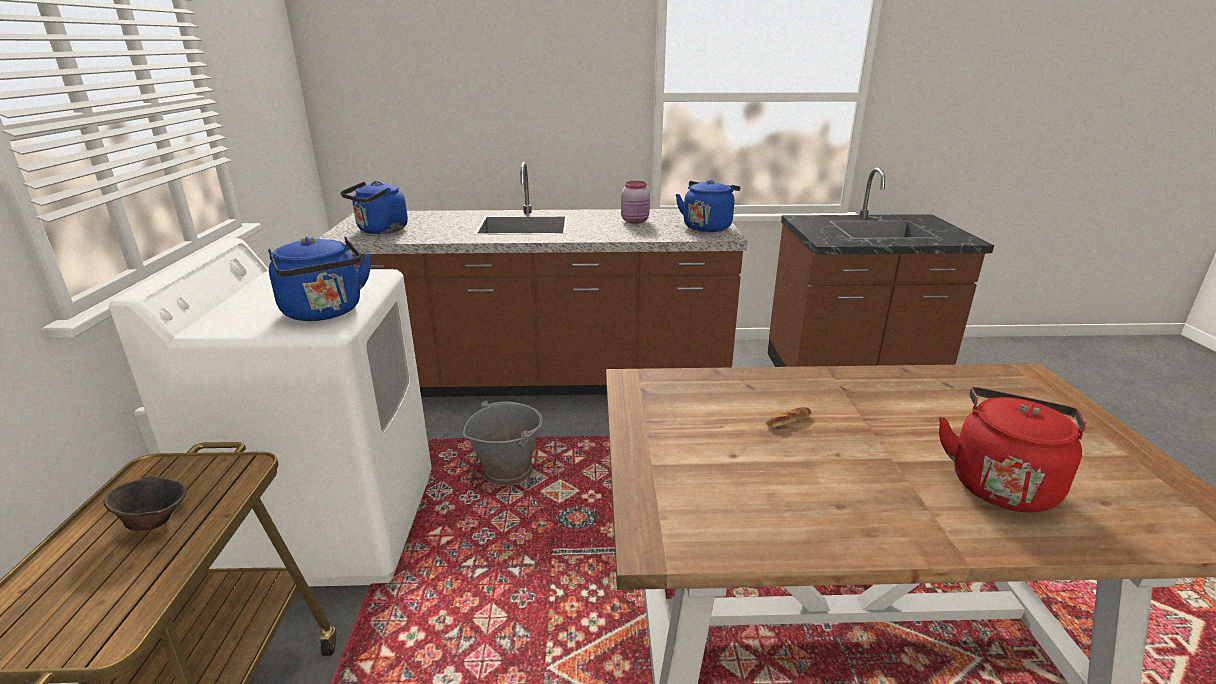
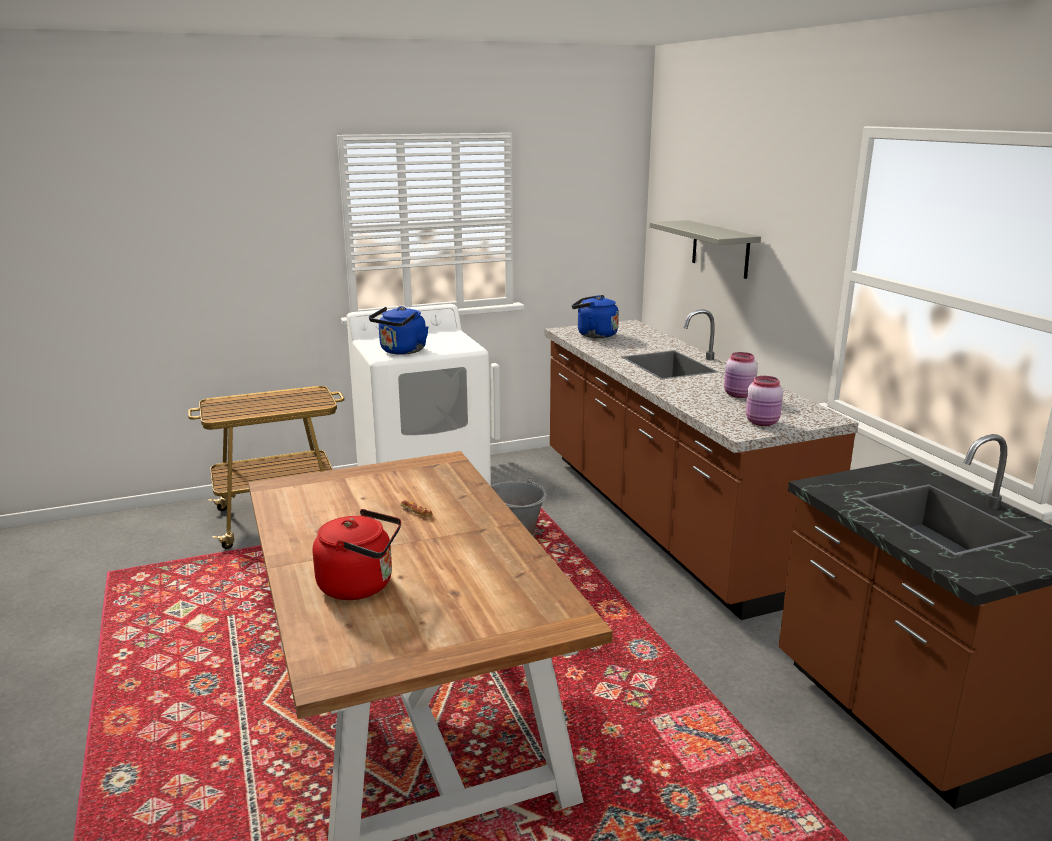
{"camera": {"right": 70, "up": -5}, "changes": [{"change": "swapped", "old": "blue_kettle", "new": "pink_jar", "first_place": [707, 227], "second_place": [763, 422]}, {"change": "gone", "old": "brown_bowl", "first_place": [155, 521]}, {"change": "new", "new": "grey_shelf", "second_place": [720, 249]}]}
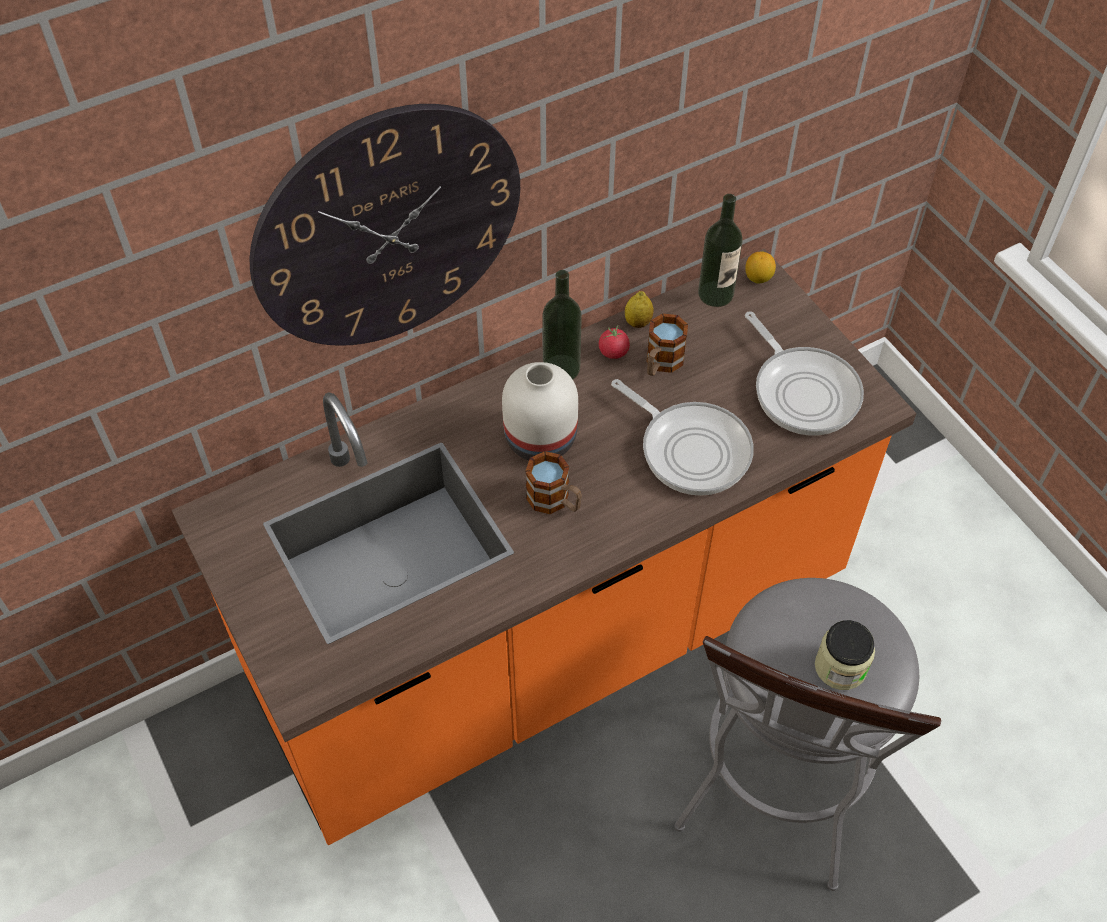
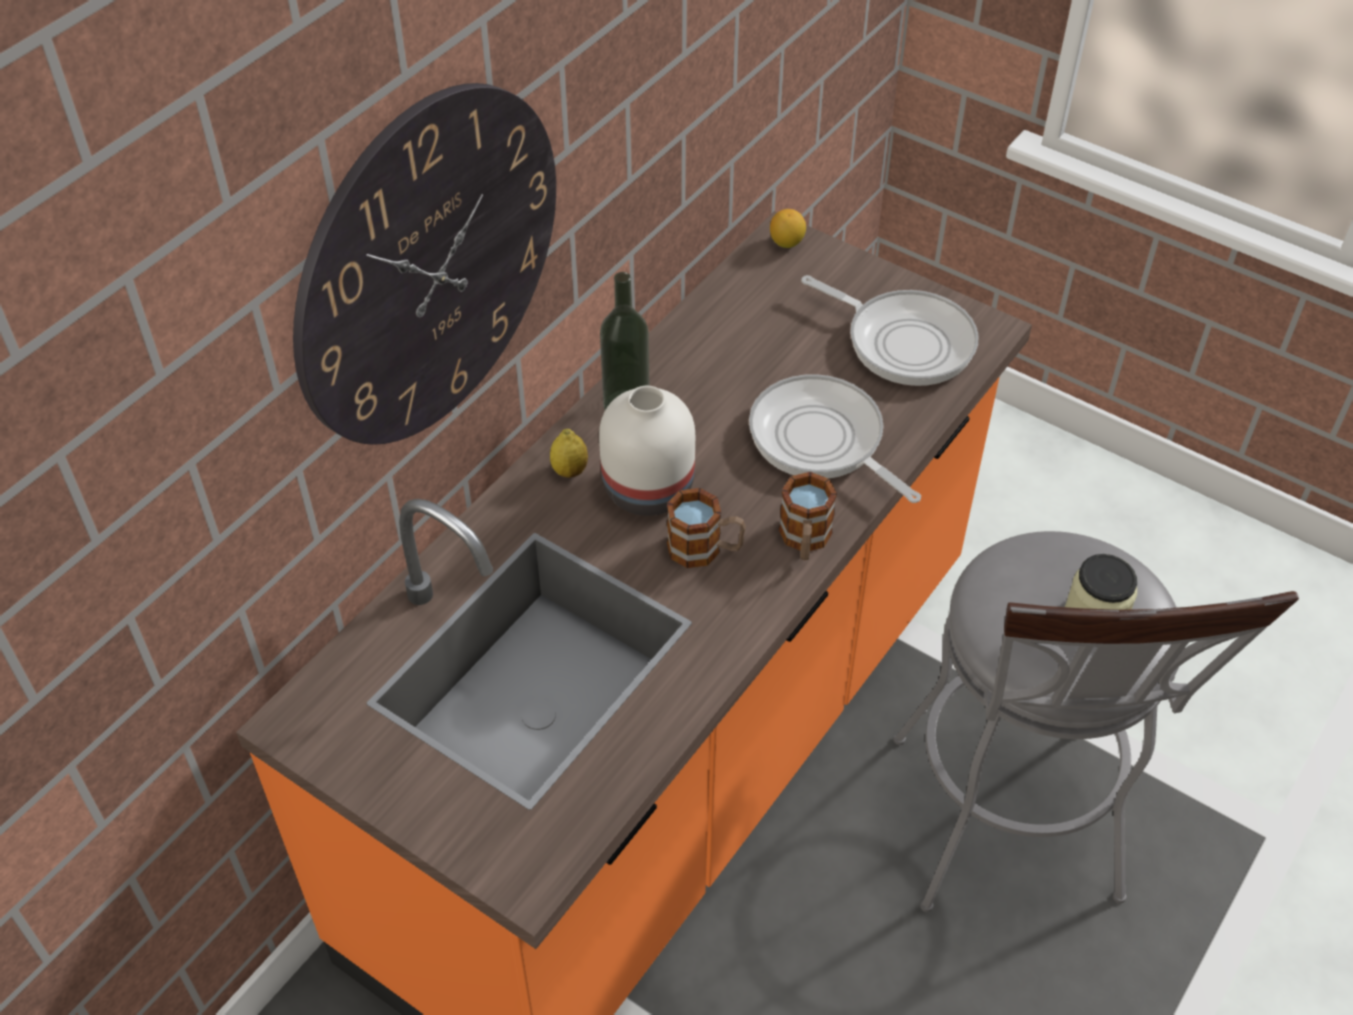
{"camera": {"right": -25, "up": -5}, "changes": [{"change": "gone", "old": "bottle", "first_place": [715, 294]}, {"change": "shifted", "old": "lemon", "first_place": [638, 322], "second_place": [570, 470]}, {"change": "shifted", "old": "mug", "first_place": [661, 363], "second_place": [805, 540]}, {"change": "gone", "old": "tomato", "first_place": [613, 352]}, {"change": "rotated", "old": "frying_pan", "first_place": [690, 449], "second_place": [821, 441], "degrees": -150}]}
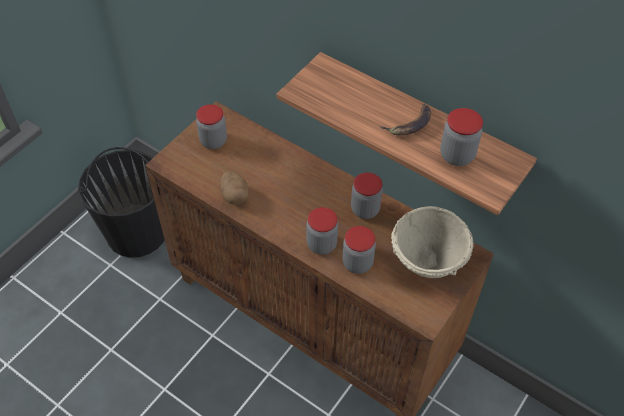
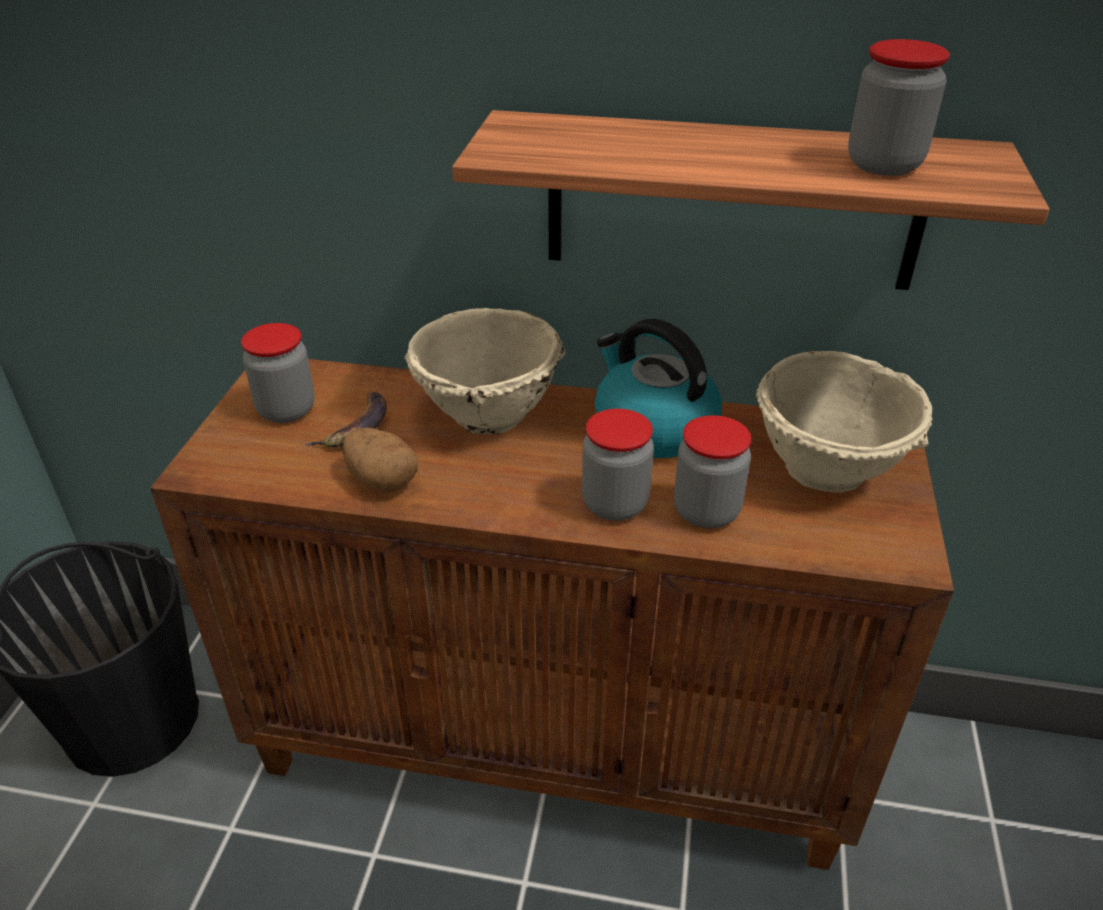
{"camera": {"right": -25, "up": -15}, "changes": [{"change": "shifted", "old": "banana", "first_place": [410, 124], "second_place": [356, 427]}, {"change": "swapped", "old": "jar", "new": "kettle", "first_place": [365, 209], "second_place": [653, 427]}, {"change": "new", "new": "beige_bowl", "second_place": [487, 415]}]}
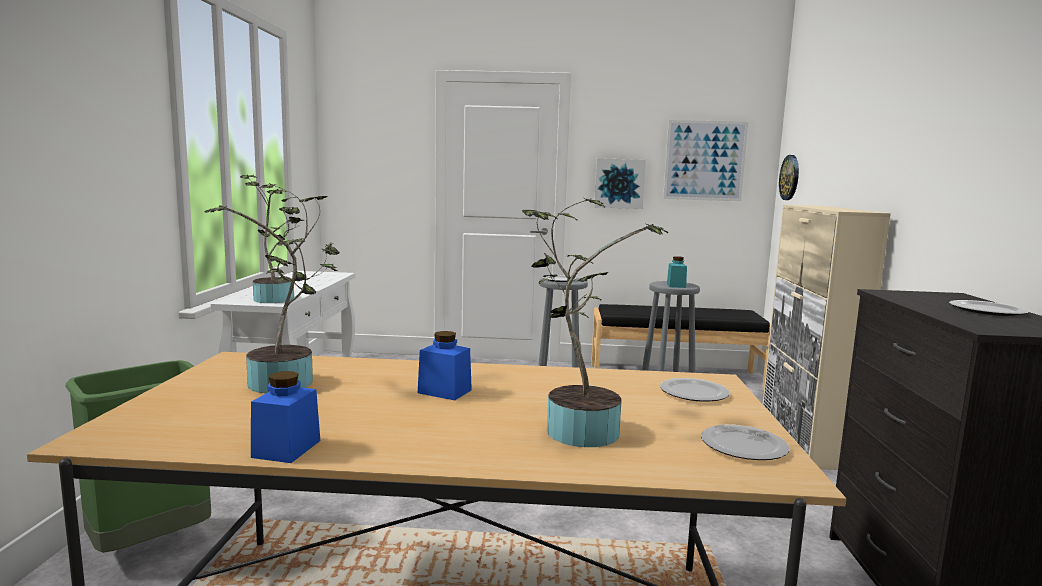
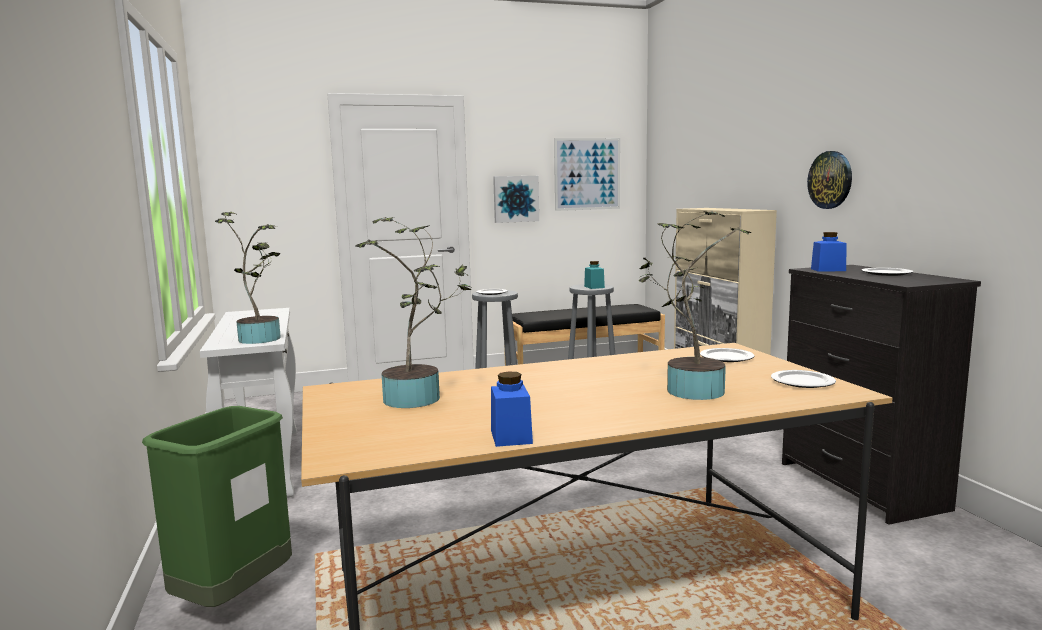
{"camera": {"right": -20, "up": 0}, "changes": [{"change": "shifted", "old": "wall_clock", "first_place": [790, 177], "second_place": [830, 180]}, {"change": "shifted", "old": "blue_jar", "first_place": [444, 391], "second_place": [828, 270]}]}
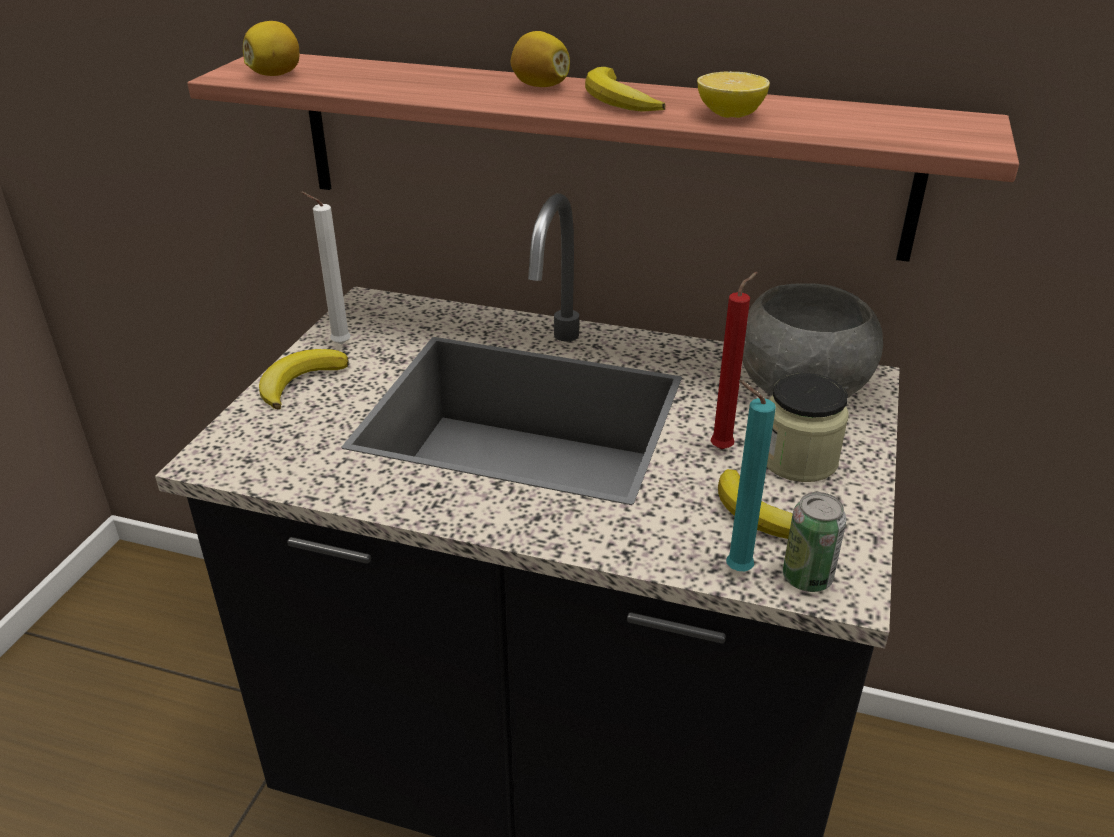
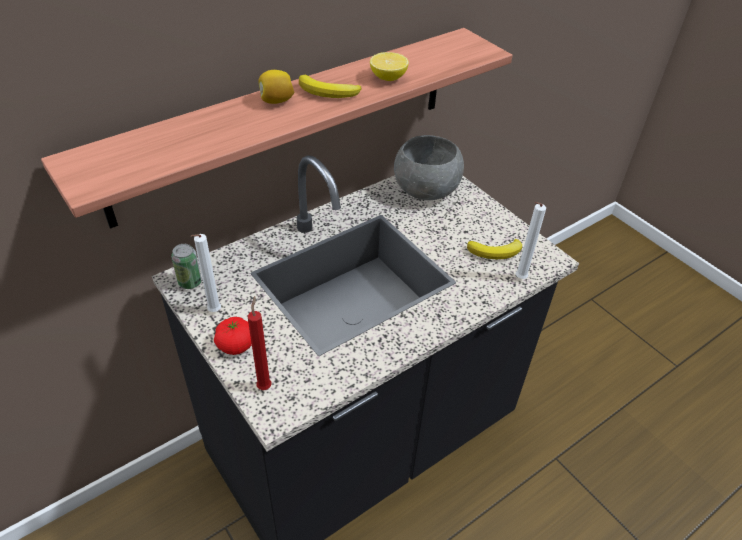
{"camera": {"right": -55, "up": 10}, "changes": [{"change": "gone", "old": "lemon", "first_place": [275, 74]}, {"change": "shifted", "old": "red_candle", "first_place": [724, 448], "second_place": [265, 385]}, {"change": "swapped", "old": "banana", "new": "tomato", "first_place": [300, 382], "second_place": [236, 345]}, {"change": "gone", "old": "jar", "first_place": [798, 460]}, {"change": "repainted", "old": "turquoise_candle", "new": "white_candle", "first_place": [734, 569], "second_place": [519, 279]}, {"change": "shifted", "old": "can", "first_place": [807, 578], "second_place": [190, 282]}]}
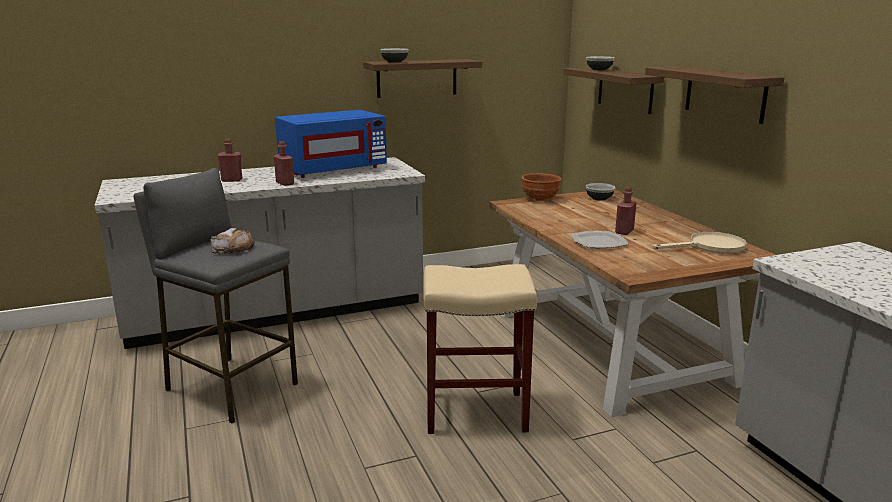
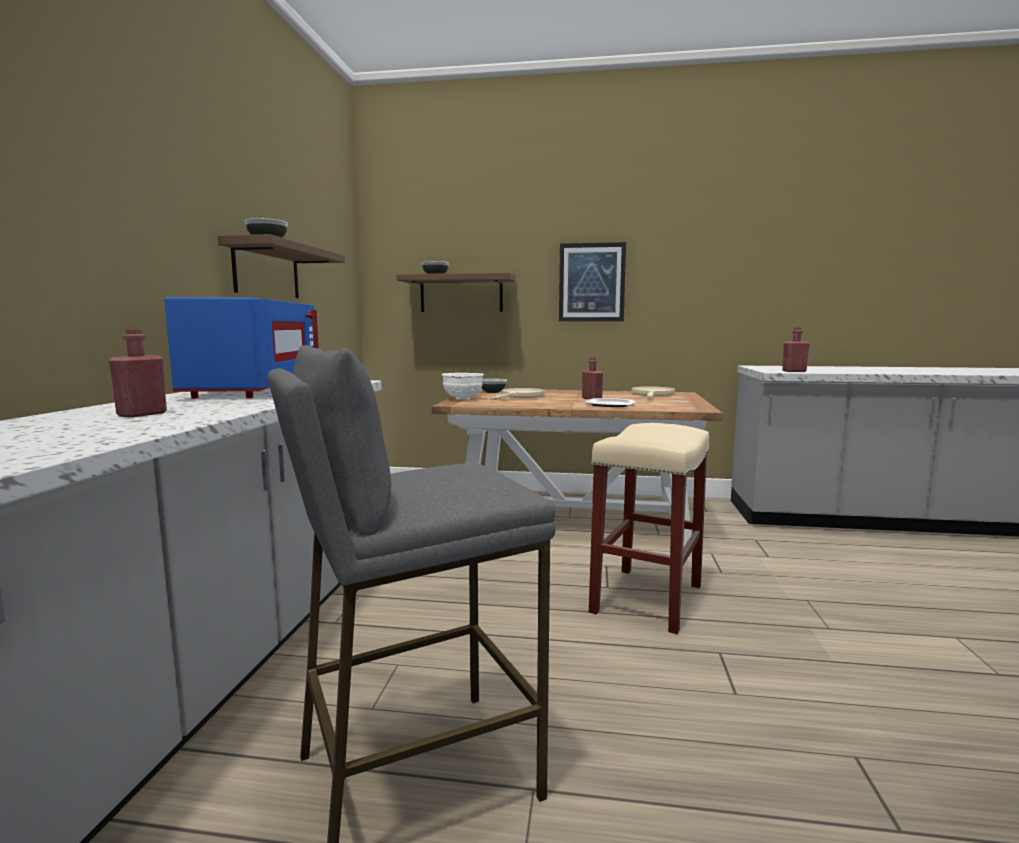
{"camera": {"right": -60, "up": -10}, "changes": [{"change": "swapped", "old": "shelf", "new": "picture", "first_place": [725, 93], "second_place": [591, 282]}, {"change": "shifted", "old": "red_bottle", "first_place": [285, 183], "second_place": [794, 371]}, {"change": "repainted", "old": "brown_bowl", "new": "white_bowl", "first_place": [540, 200], "second_place": [463, 399]}, {"change": "gone", "old": "bread", "first_place": [233, 248]}, {"change": "new", "new": "beige_frying_pan", "second_place": [519, 397]}]}
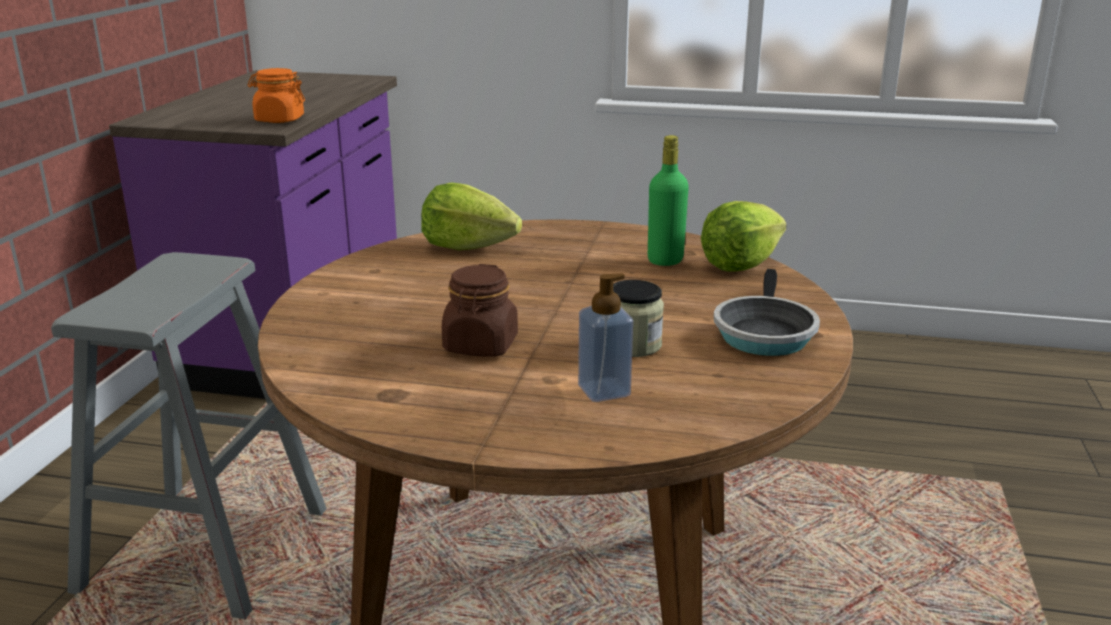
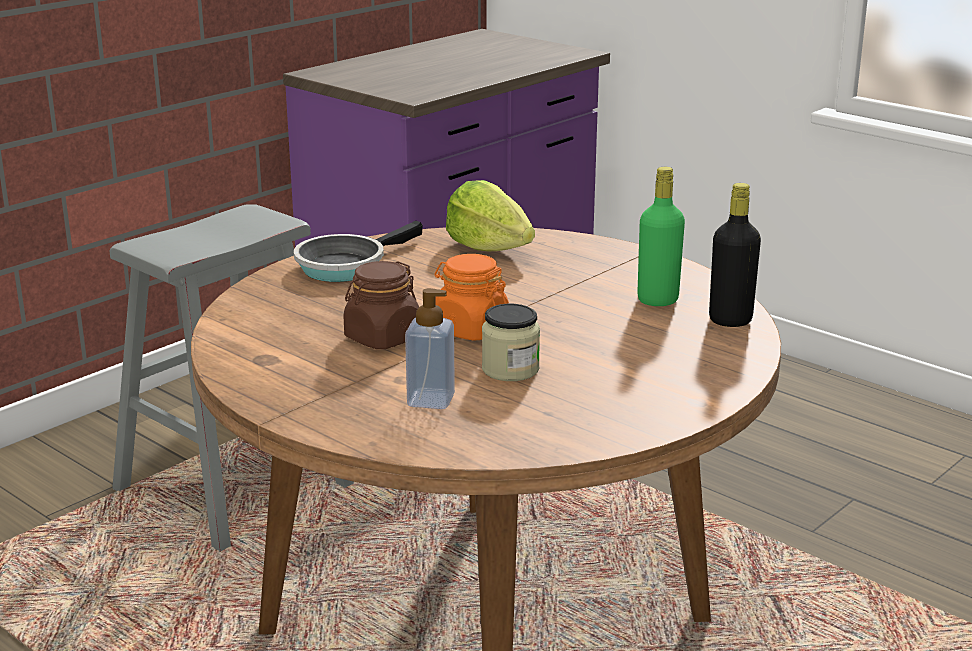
{"camera": {"right": 30, "up": 0}, "changes": [{"change": "shifted", "old": "orange_jar", "first_place": [279, 120], "second_place": [470, 329]}, {"change": "swapped", "old": "lettuce", "new": "black_bottle", "first_place": [741, 264], "second_place": [730, 320]}, {"change": "shifted", "old": "frying_pan", "first_place": [763, 333], "second_place": [346, 265]}]}
